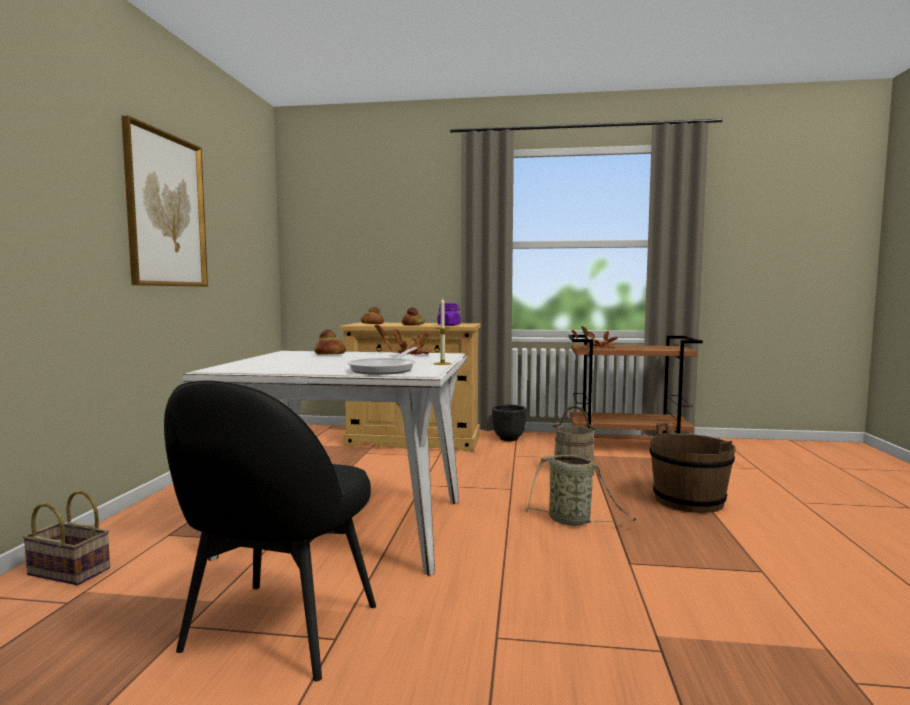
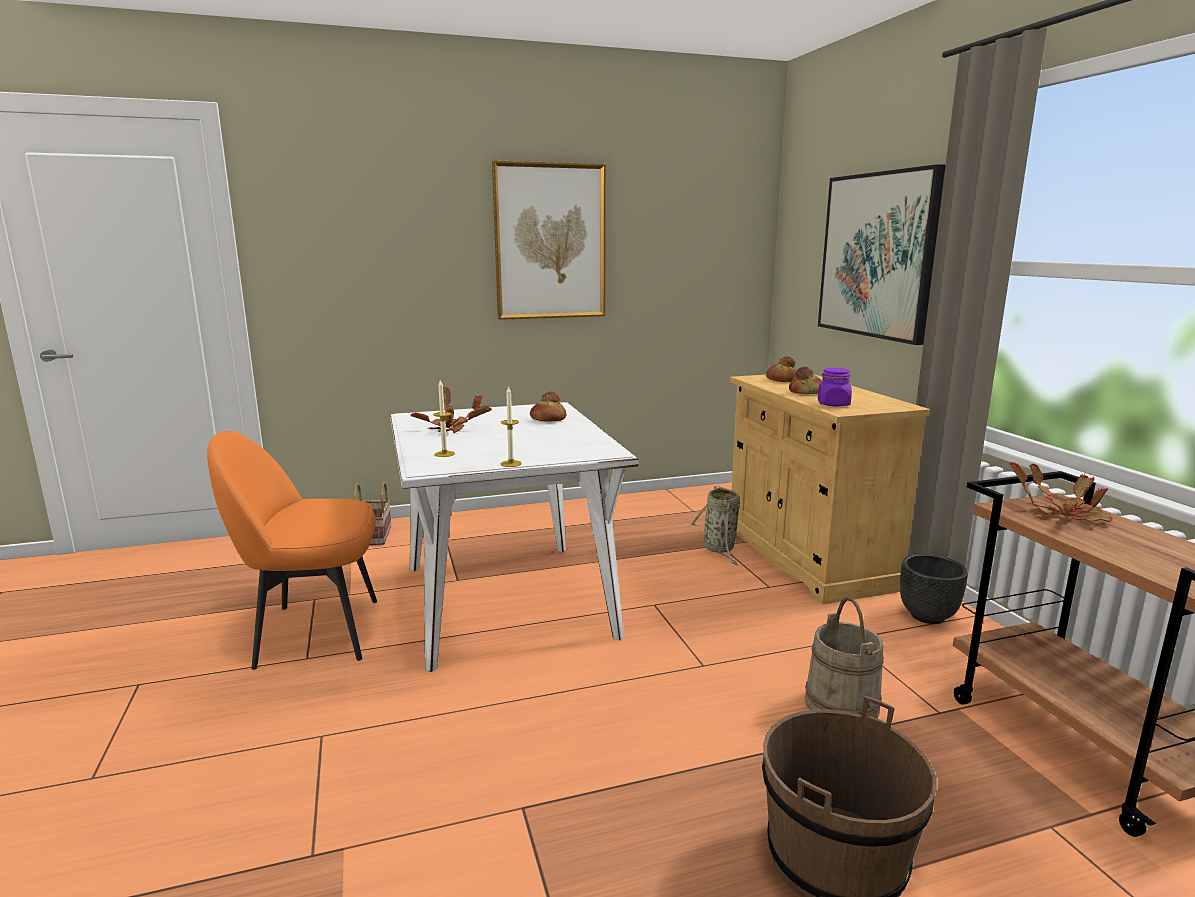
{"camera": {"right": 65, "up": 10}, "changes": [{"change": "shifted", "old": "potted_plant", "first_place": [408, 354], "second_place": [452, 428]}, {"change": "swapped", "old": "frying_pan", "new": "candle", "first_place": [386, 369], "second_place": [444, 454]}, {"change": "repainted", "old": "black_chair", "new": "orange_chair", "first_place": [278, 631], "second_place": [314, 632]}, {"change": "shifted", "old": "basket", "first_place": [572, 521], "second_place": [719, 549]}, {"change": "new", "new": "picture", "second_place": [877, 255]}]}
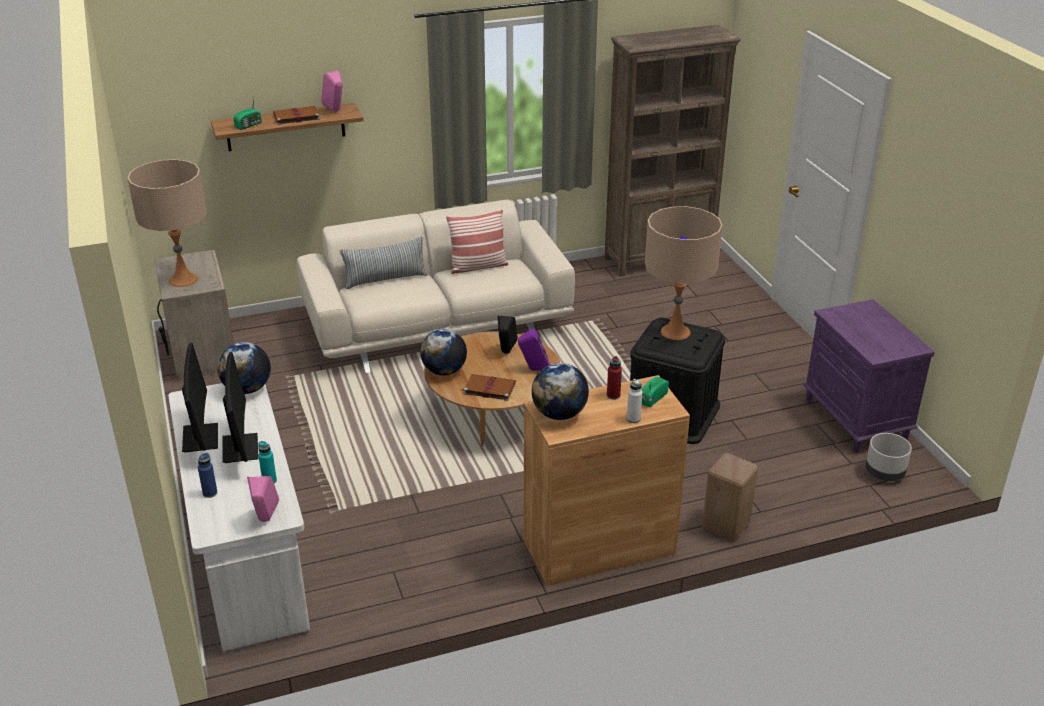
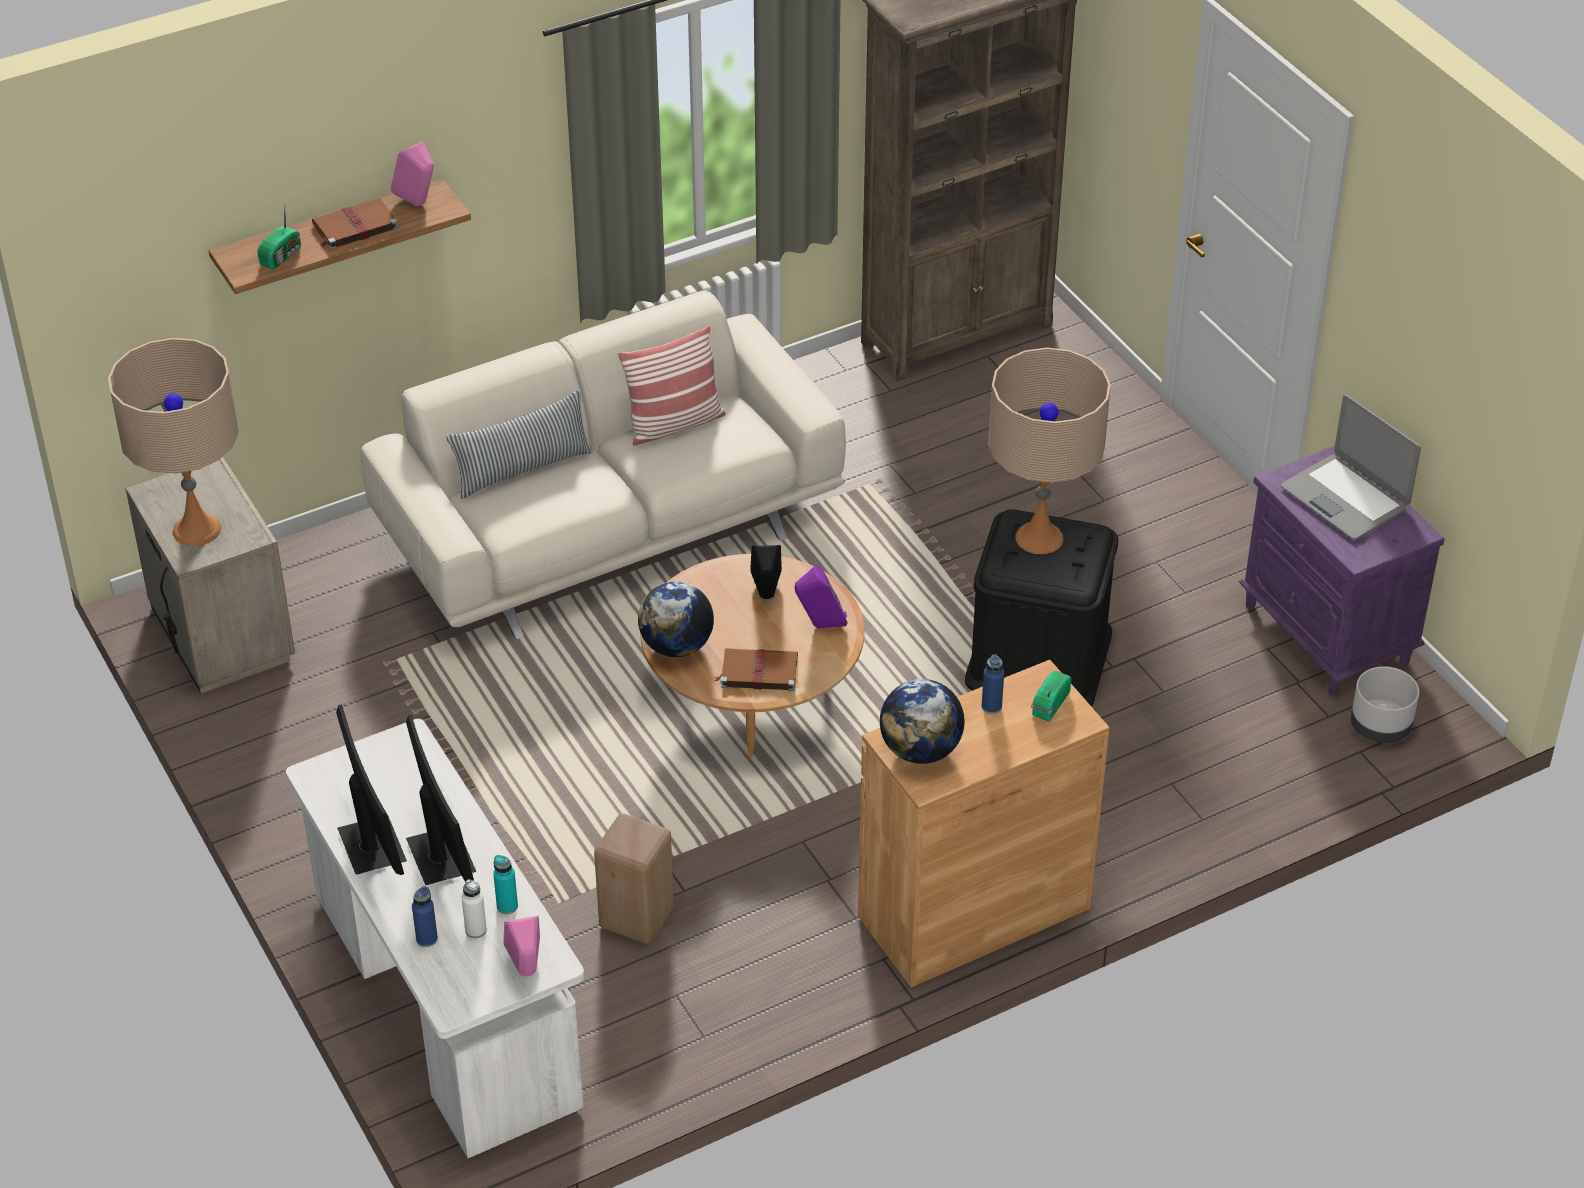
{"camera": {"right": -10, "up": 10}, "changes": [{"change": "gone", "old": "globe", "first_place": [247, 389]}, {"change": "repainted", "old": "red_bottle", "new": "blue_bottle", "first_place": [613, 395], "second_place": [991, 706]}, {"change": "shifted", "old": "white_bottle", "first_place": [633, 419], "second_place": [476, 930]}, {"change": "shifted", "old": "beige_stool", "first_place": [727, 525], "second_place": [639, 917]}, {"change": "new", "new": "laptop", "second_place": [1345, 498]}]}
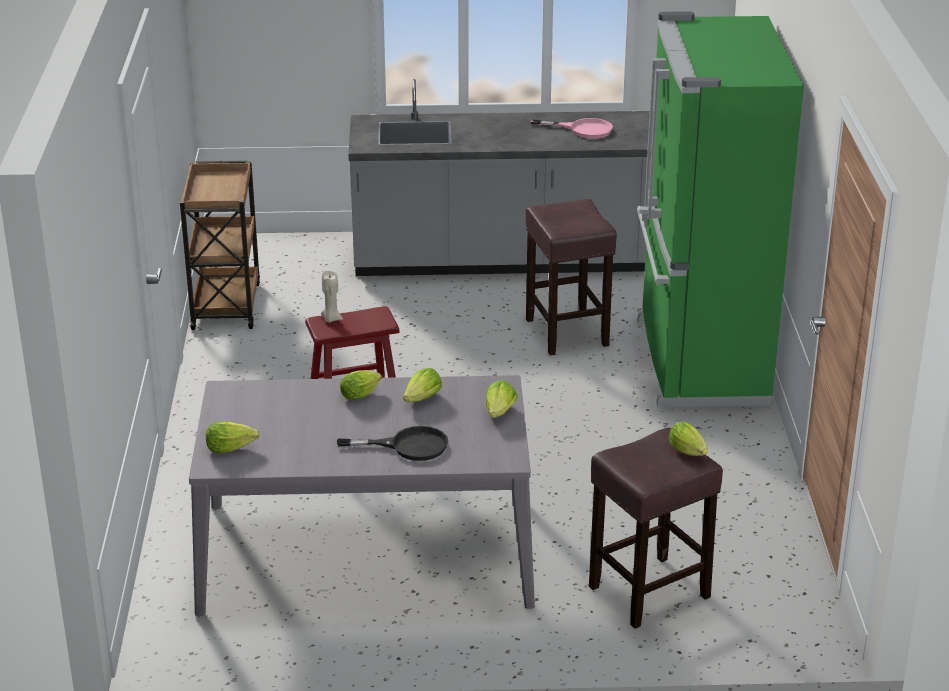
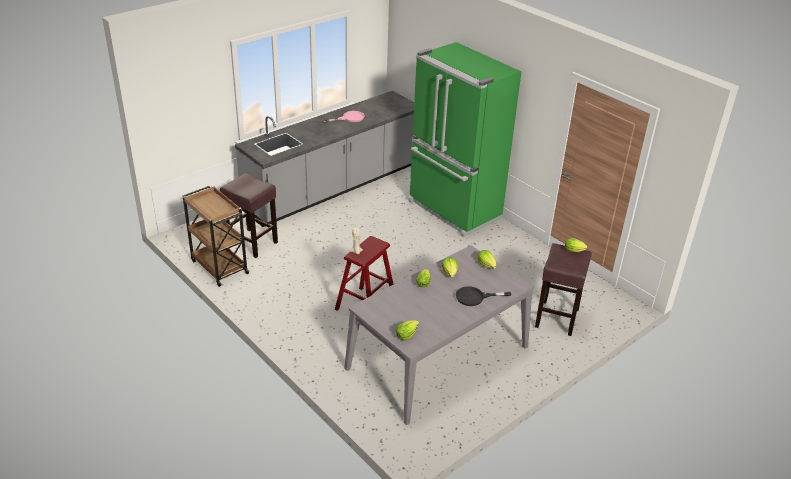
{"camera": {"right": -40, "up": 5}, "changes": [{"change": "shifted", "old": "brown_stool", "first_place": [568, 333], "second_place": [253, 243]}, {"change": "rotated", "old": "black_frying_pan", "first_place": [408, 446], "second_place": [475, 297], "degrees": -150}]}
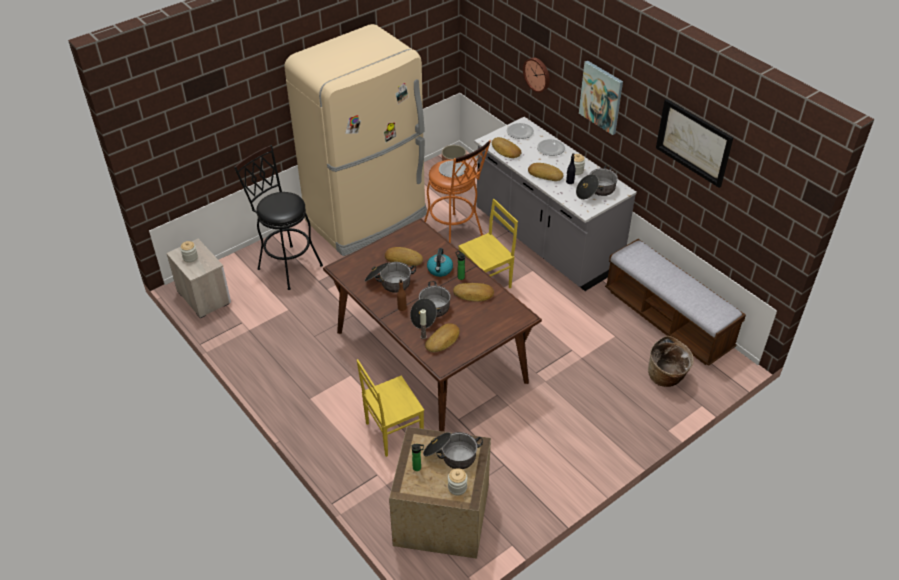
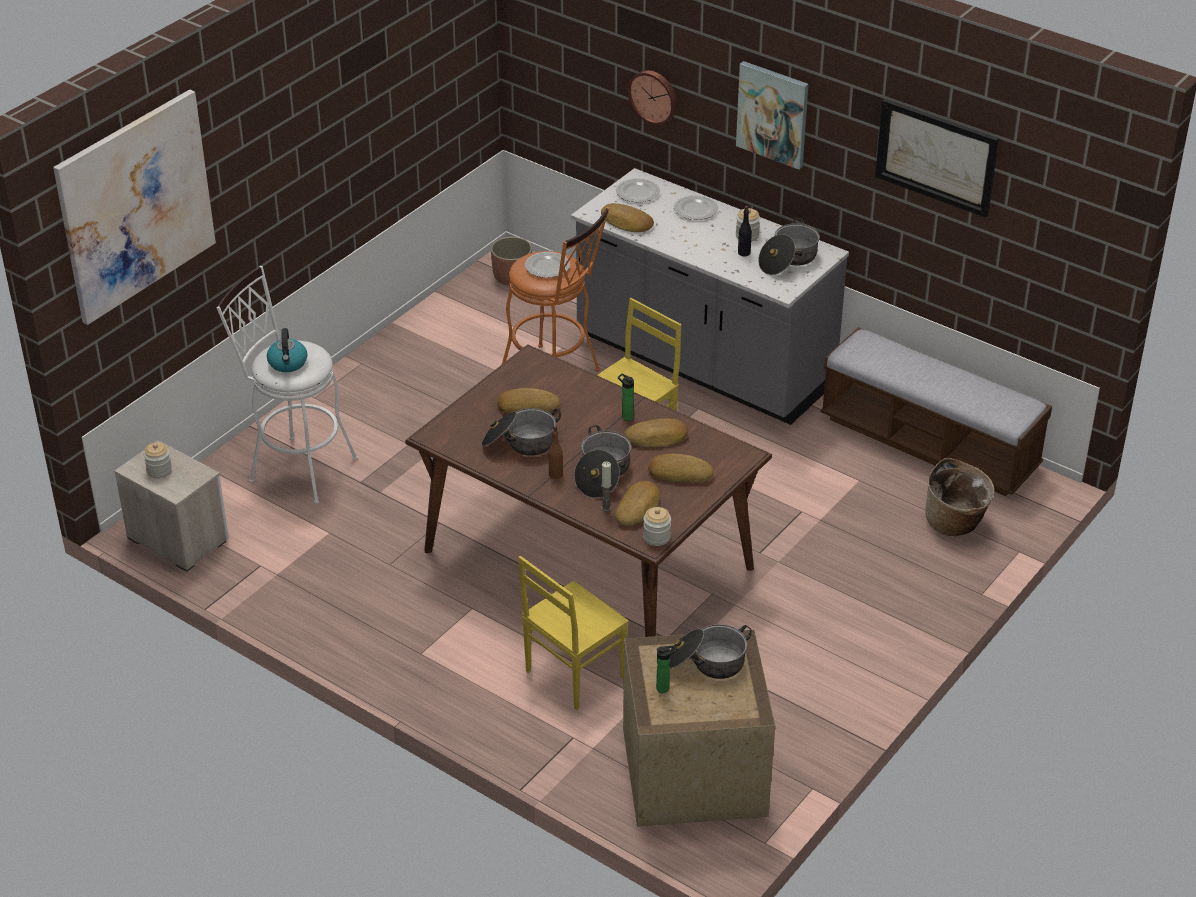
{"camera": {"right": -15, "up": -5}, "changes": [{"change": "gone", "old": "beige_fridge", "first_place": [368, 218]}, {"change": "repainted", "old": "black_stool", "new": "white_stool", "first_place": [286, 264], "second_place": [296, 467]}, {"change": "shifted", "old": "bread", "first_place": [545, 174], "second_place": [680, 472]}, {"change": "shifted", "old": "kettle", "first_place": [440, 270], "second_place": [288, 363]}, {"change": "shifted", "old": "jar", "first_place": [457, 487], "second_place": [656, 537]}, {"change": "new", "new": "picture", "second_place": [136, 205]}]}
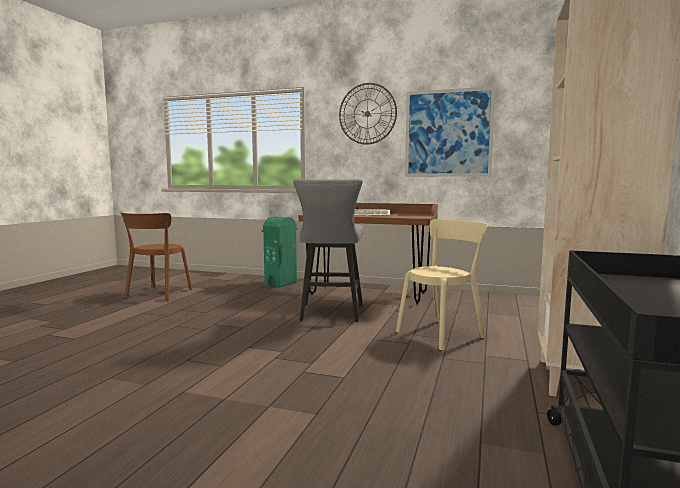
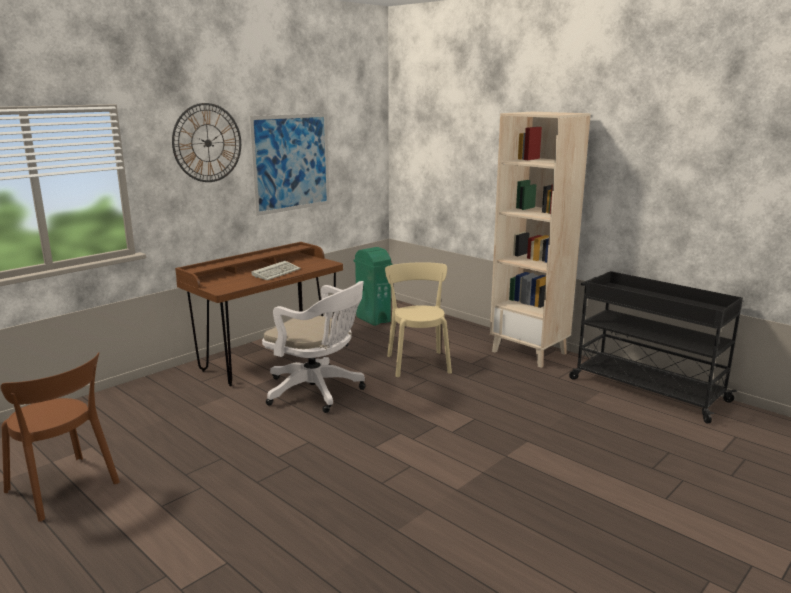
{"camera": {"right": -65, "up": 10}, "changes": [{"change": "swapped", "old": "grey_stool", "new": "white_office_chair", "first_place": [330, 314], "second_place": [318, 392]}, {"change": "shifted", "old": "green_trash_can", "first_place": [281, 283], "second_place": [373, 319]}]}
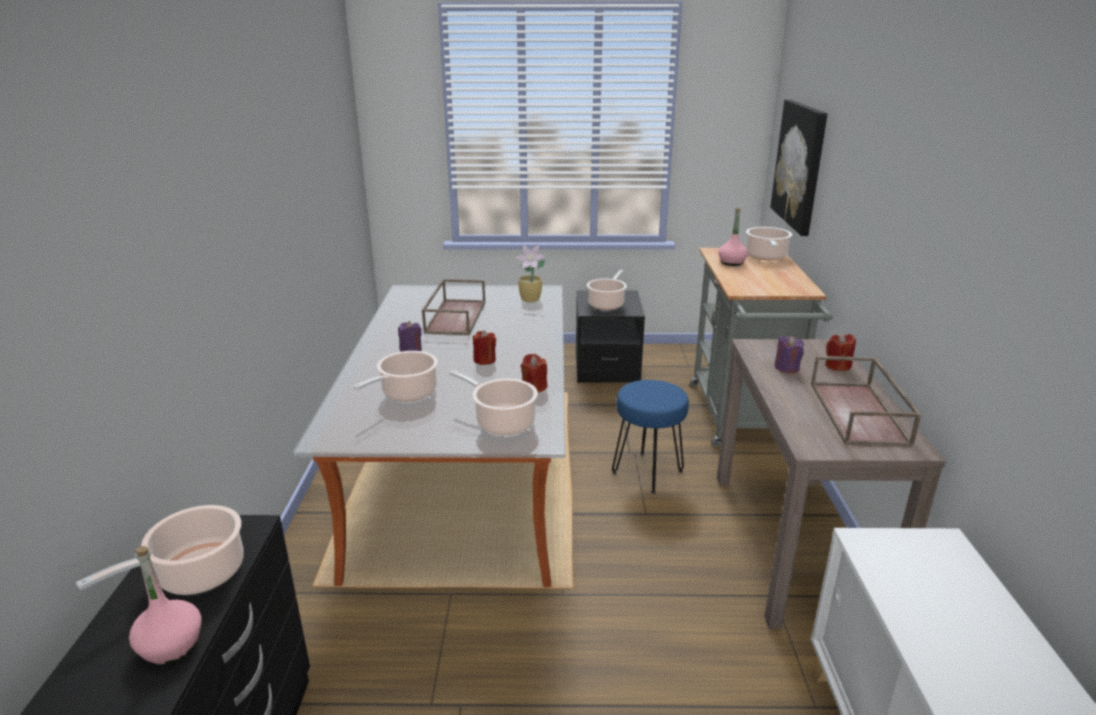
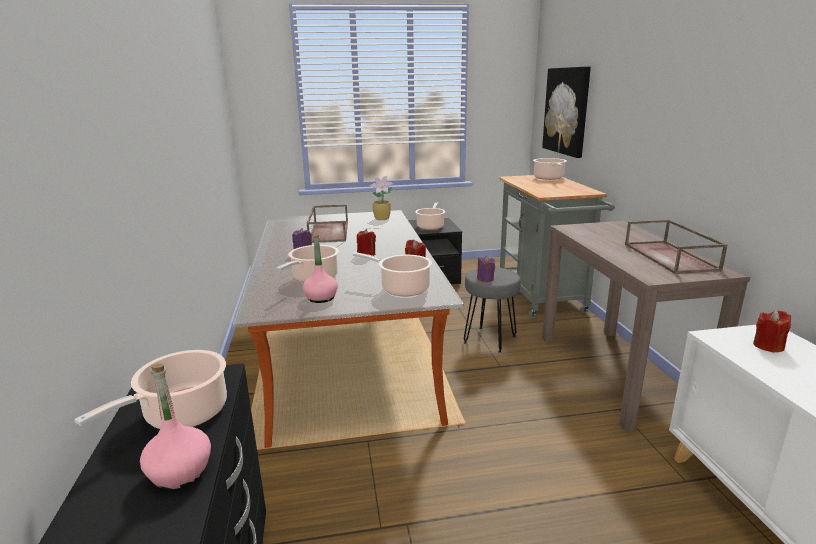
{"camera": {"right": -10, "up": -5}, "changes": [{"change": "shifted", "old": "pink_bottle", "first_place": [732, 262], "second_place": [321, 298]}, {"change": "shifted", "old": "red_candle", "first_place": [837, 366], "second_place": [768, 346]}, {"change": "shifted", "old": "purple_candle", "first_place": [786, 367], "second_place": [485, 278]}, {"change": "repainted", "old": "blue_stool", "new": "grey_stool", "first_place": [647, 471], "second_place": [489, 339]}]}
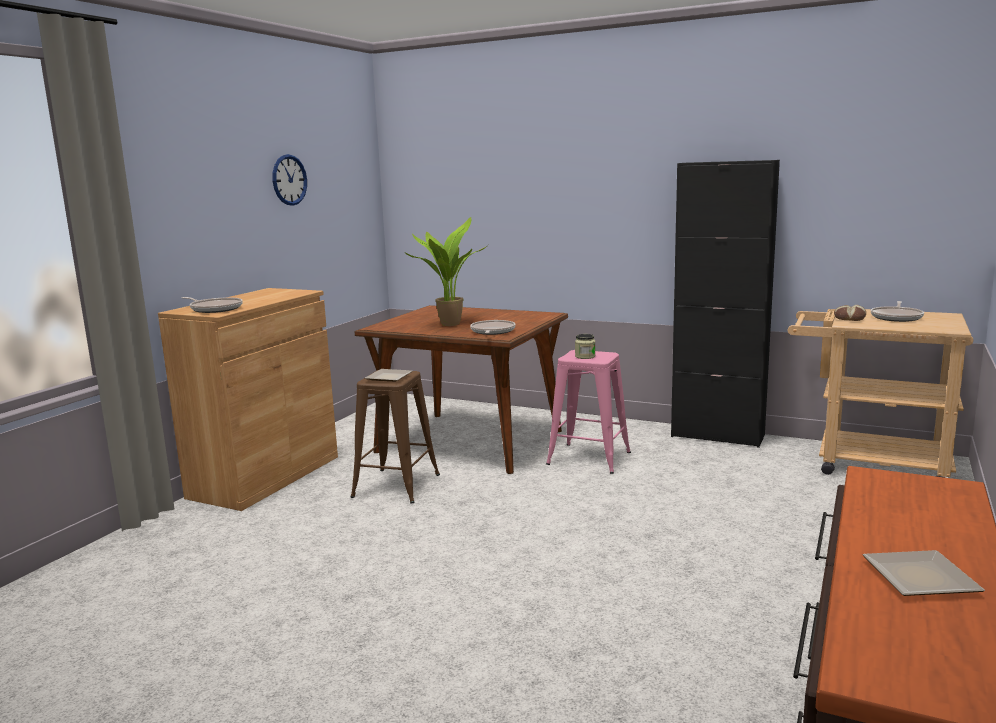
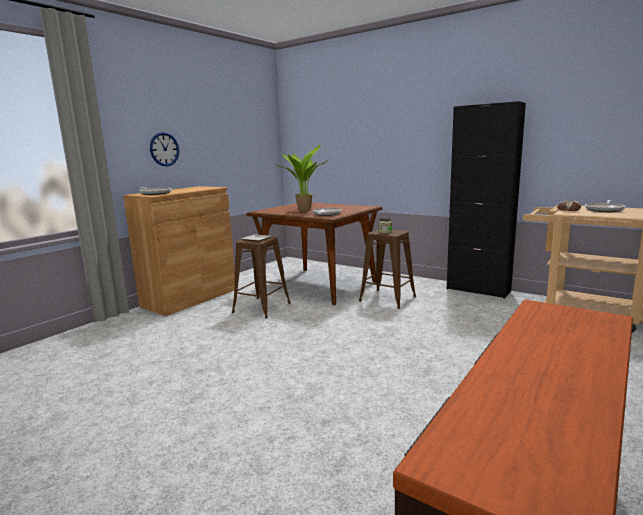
{"camera": {"right": 10, "up": 0}, "changes": [{"change": "shifted", "old": "wall_clock", "first_place": [289, 180], "second_place": [164, 149]}, {"change": "repainted", "old": "pink_stool", "new": "brown_stool", "first_place": [589, 458], "second_place": [387, 299]}, {"change": "gone", "old": "plate", "first_place": [924, 579]}]}
